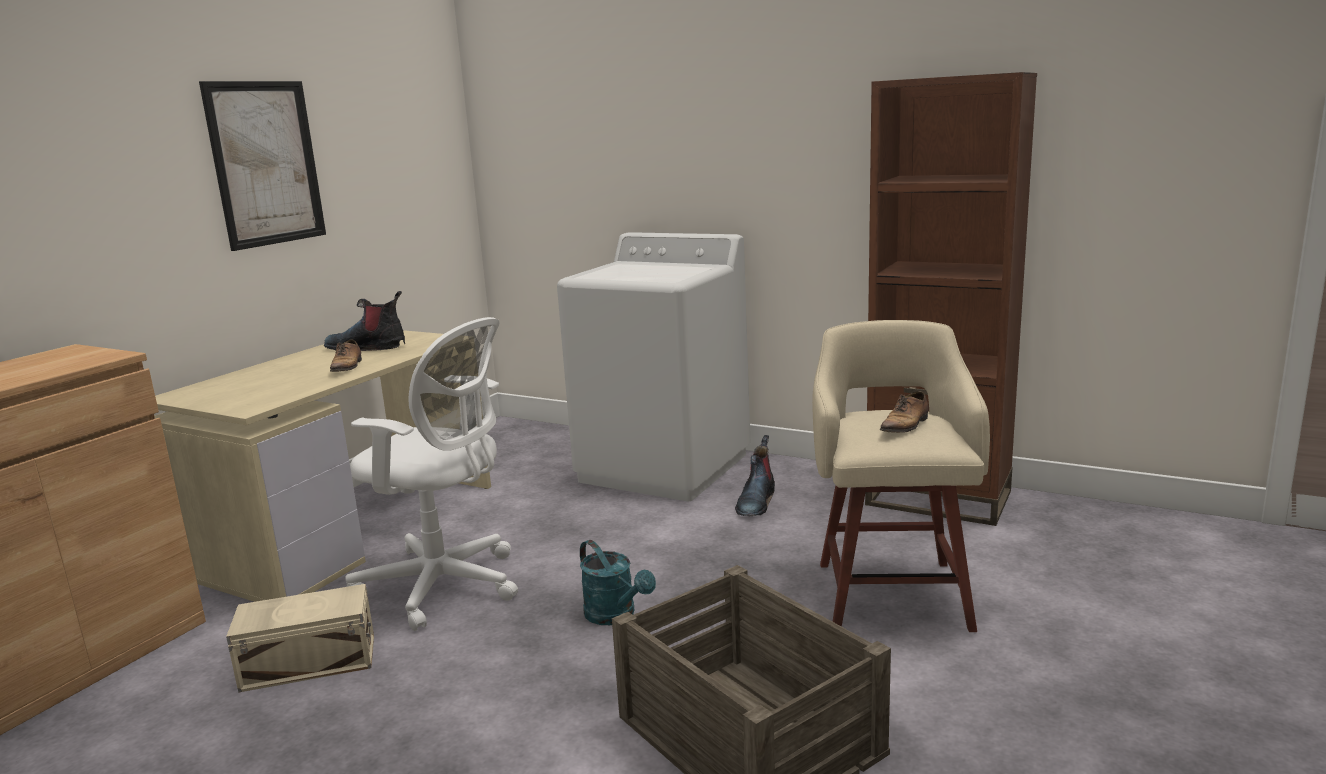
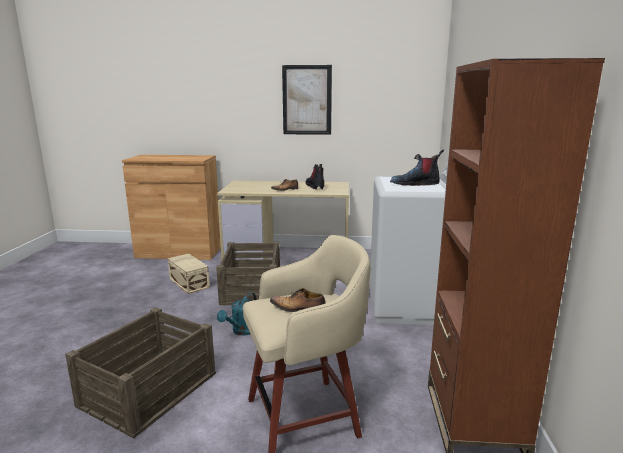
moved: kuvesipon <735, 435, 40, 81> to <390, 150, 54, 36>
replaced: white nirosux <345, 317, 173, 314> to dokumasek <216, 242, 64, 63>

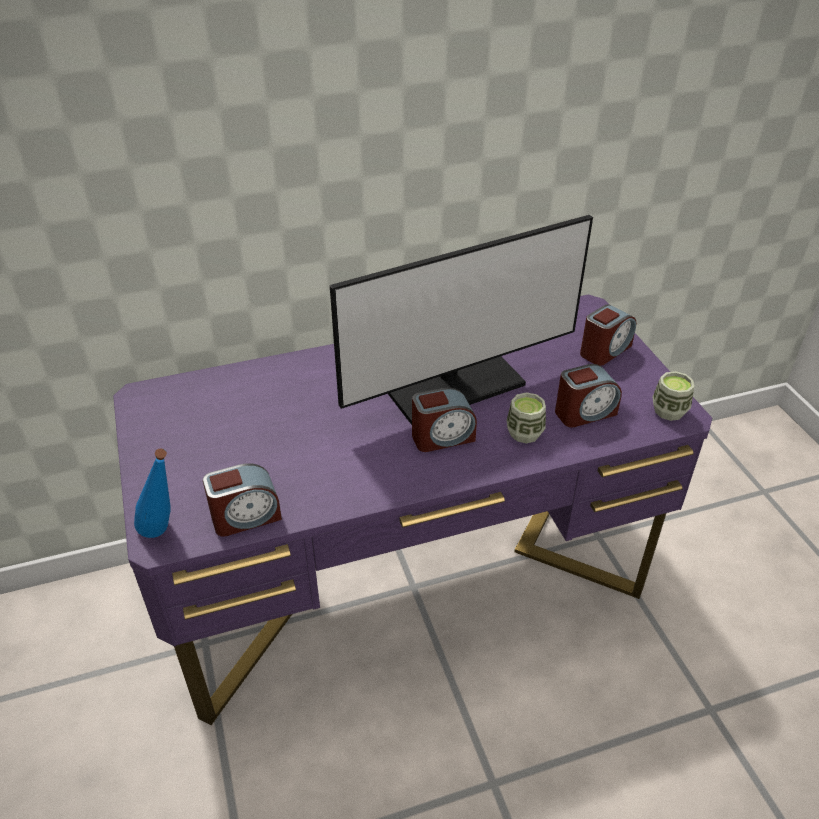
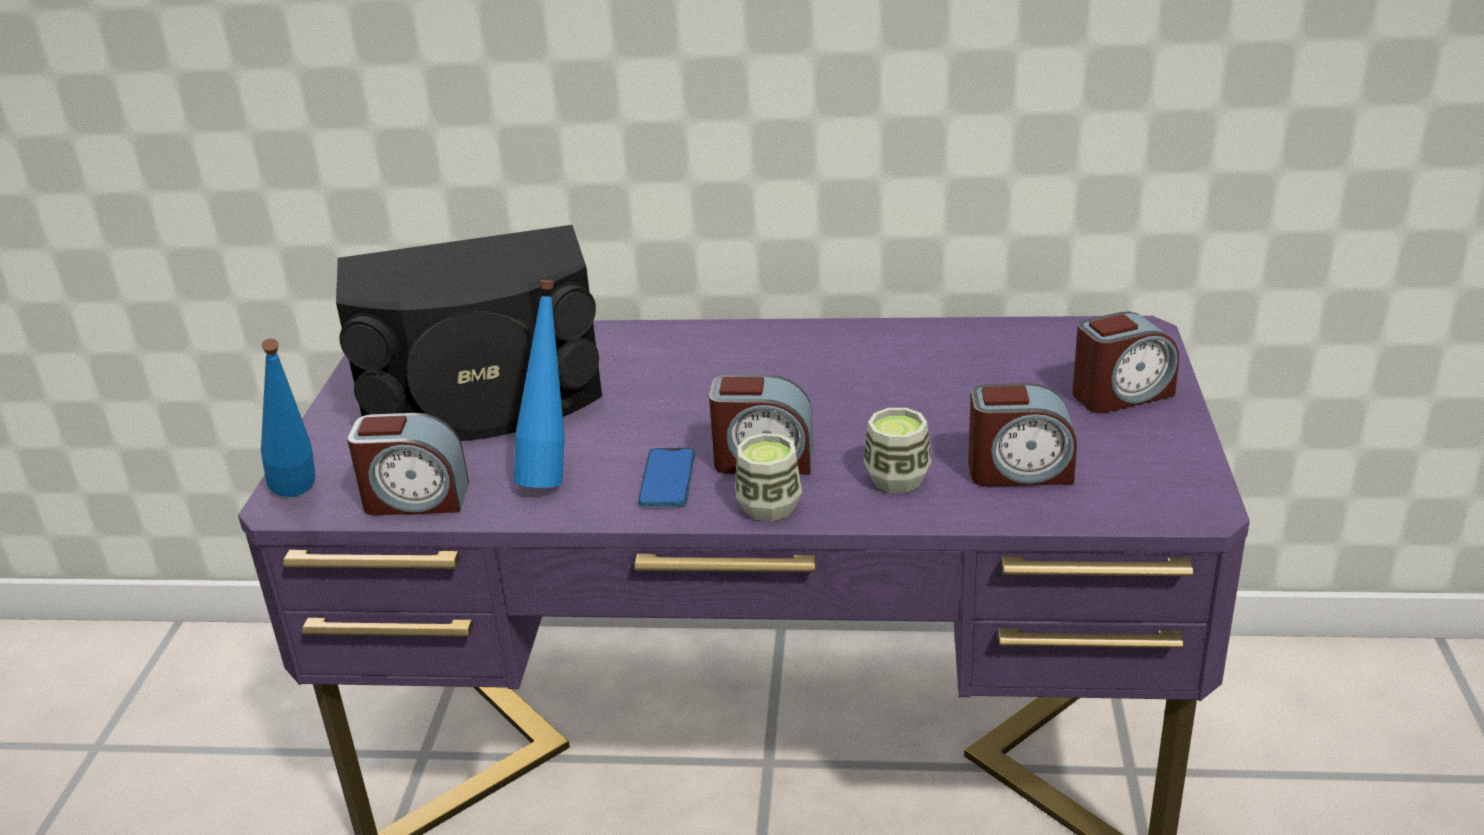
removed: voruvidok <330, 215, 263, 210>
added: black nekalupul <336, 225, 266, 216>; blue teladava <514, 280, 51, 208>; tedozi <638, 448, 57, 59>
moved: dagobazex <653, 371, 41, 50> to <735, 433, 67, 88>

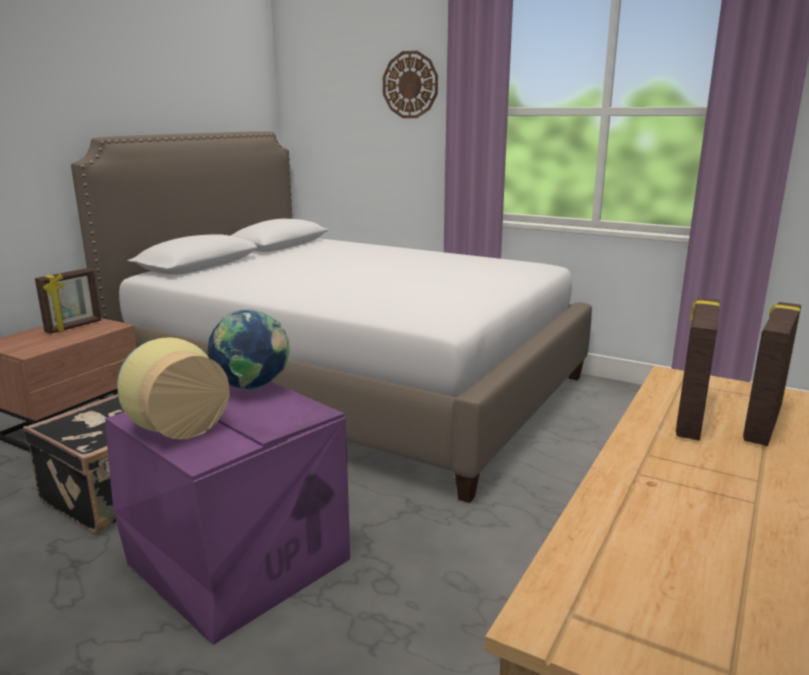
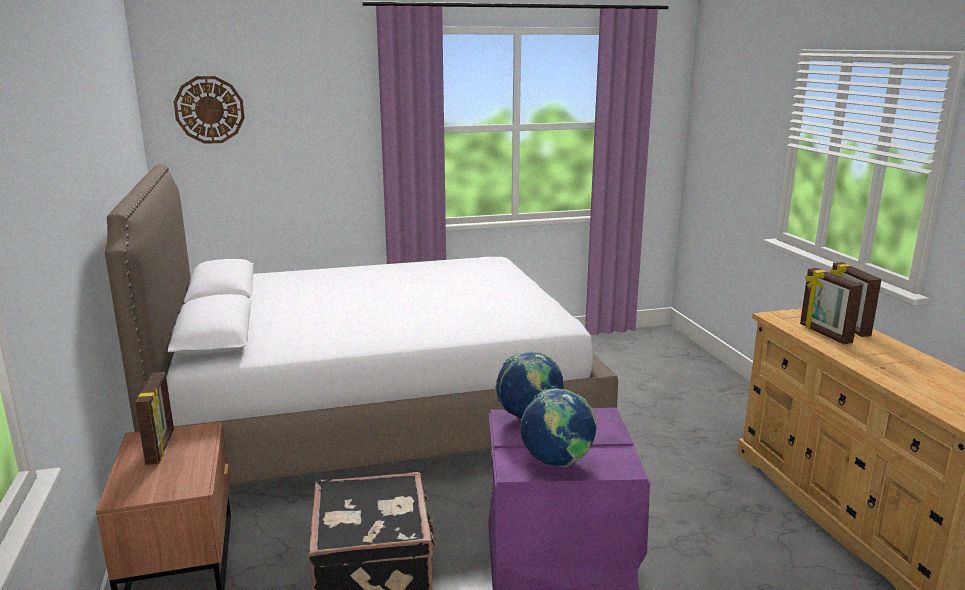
moved: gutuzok <383, 51, 55, 67> to <174, 76, 71, 68>
replaced: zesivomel <117, 338, 113, 101> to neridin <521, 388, 76, 79>

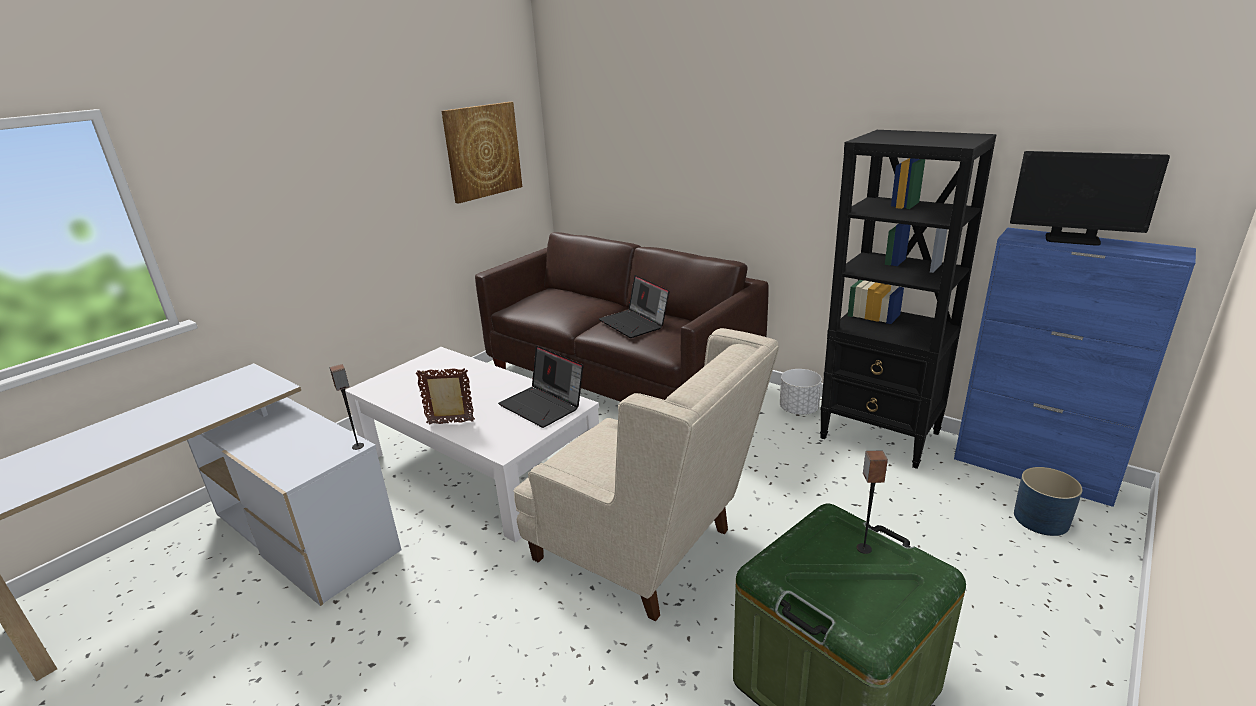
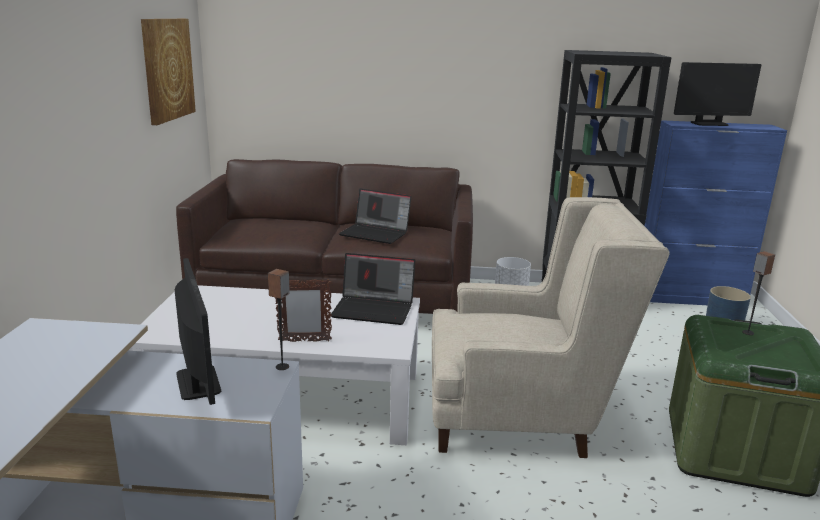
added: voruvidok <175, 258, 46, 147>
turned: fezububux <416, 368, 59, 57> = <275, 278, 57, 64> 150 degrees counterclockwise

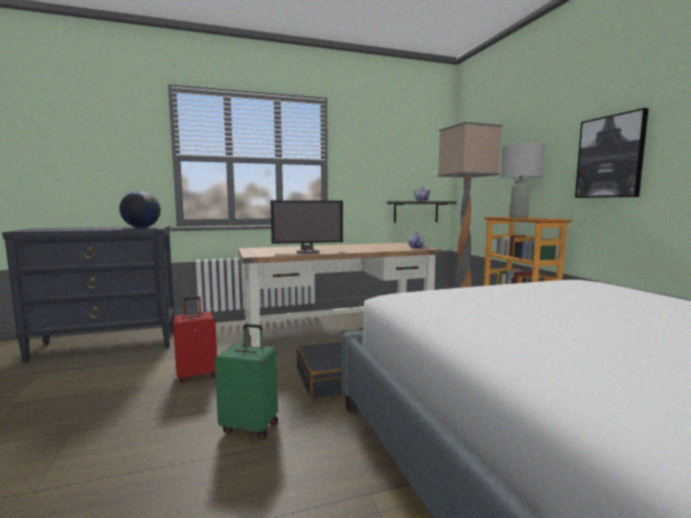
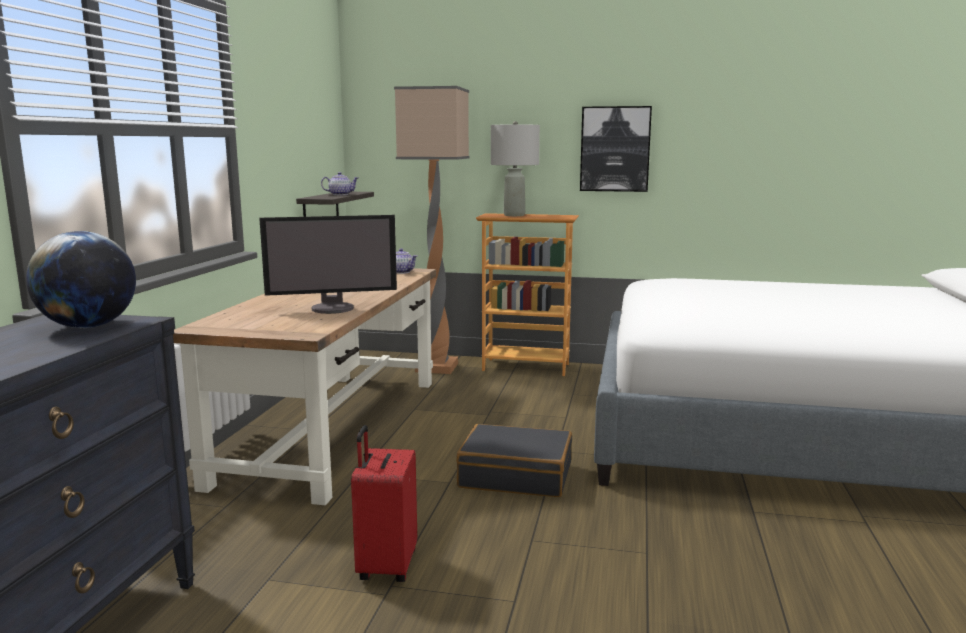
removed: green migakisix <215, 324, 63, 115>
turned: voruvidok <271, 200, 72, 54> = <259, 215, 138, 99> 60 degrees clockwise

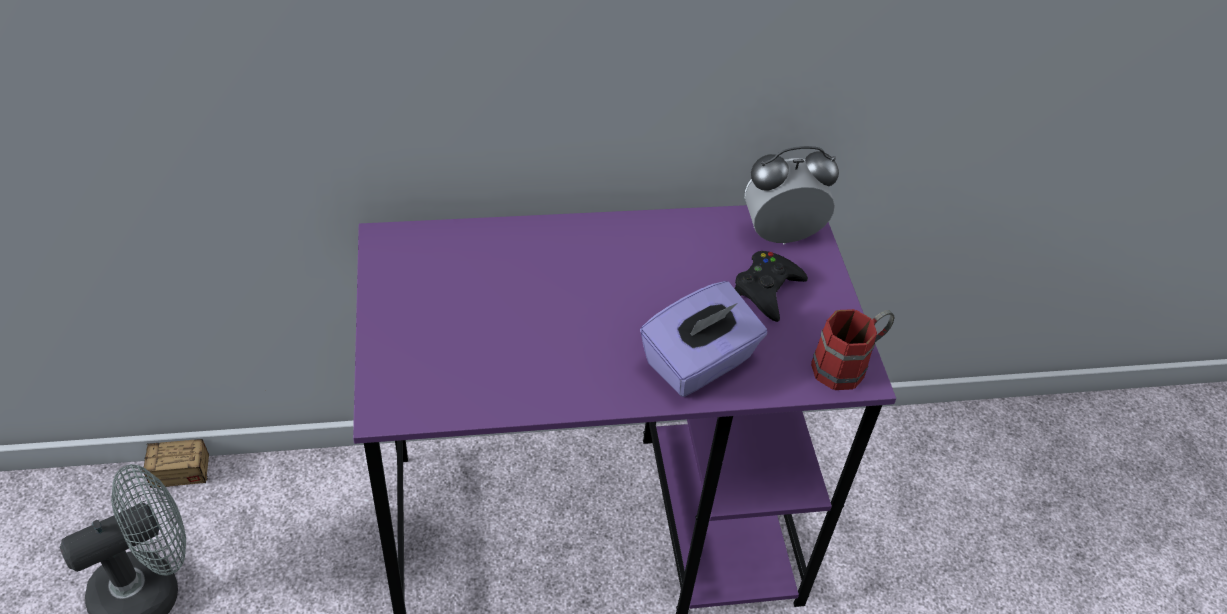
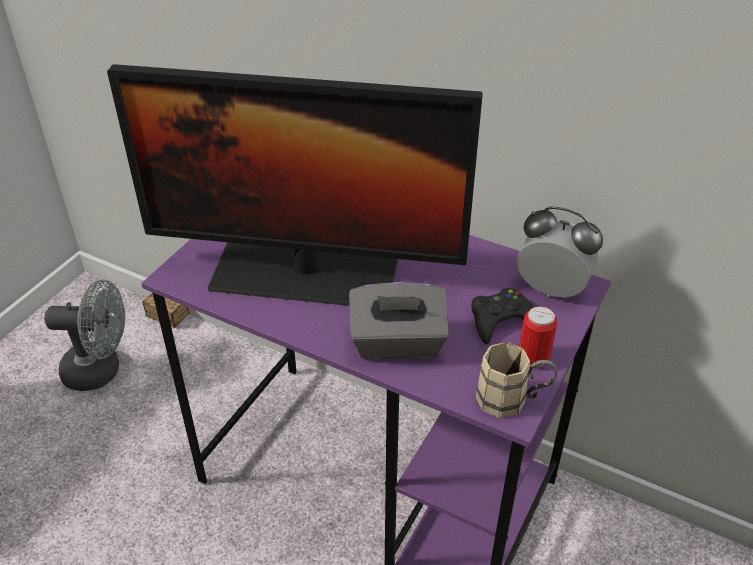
added: voruvidok <107, 64, 376, 242>; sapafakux <519, 306, 38, 61>
recoloured: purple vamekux <640, 281, 127, 116> to grey vamekux <349, 282, 100, 78>; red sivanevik <811, 309, 83, 81> to beige sivanevik <476, 342, 81, 76>

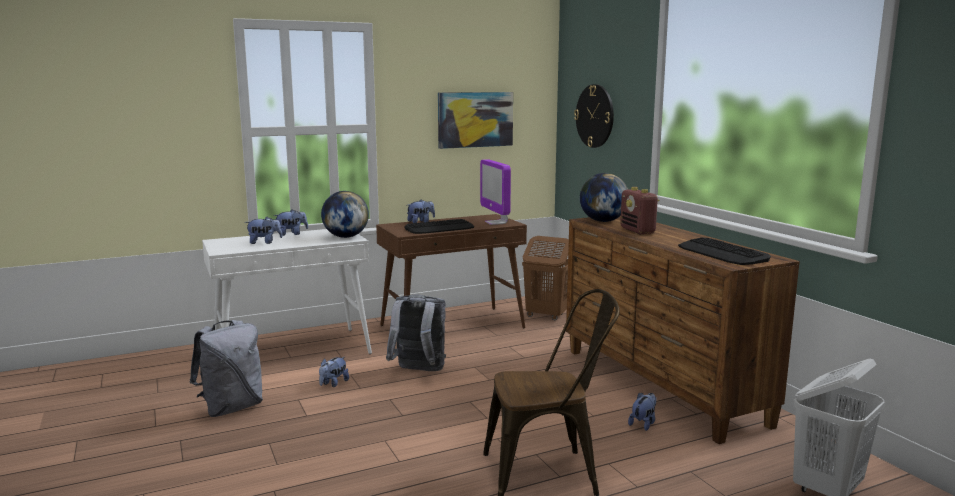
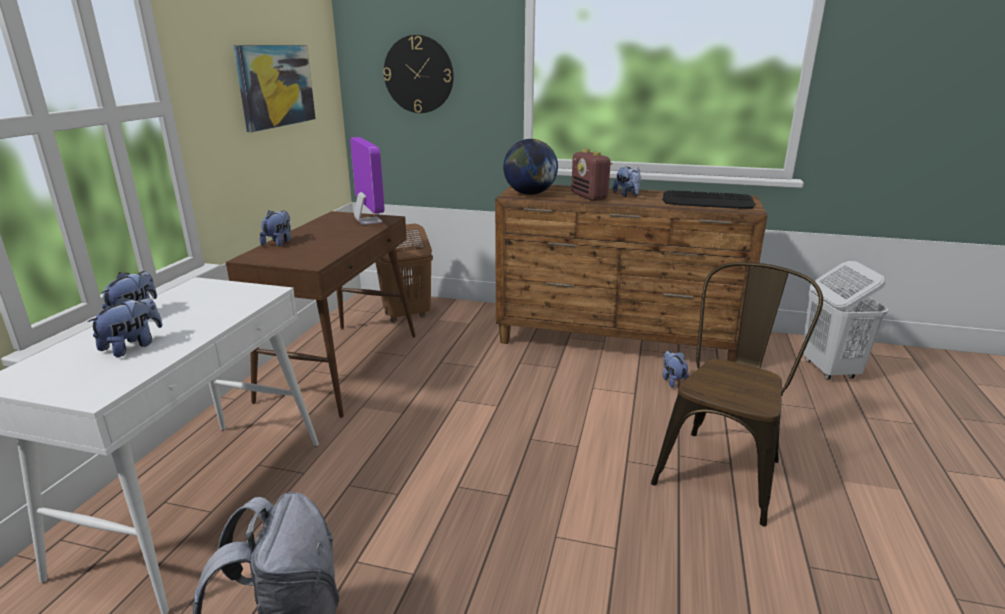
removed: neridin <321, 191, 48, 47>; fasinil <404, 219, 70, 15>; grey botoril <386, 294, 60, 77>
moved: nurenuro <319, 357, 30, 30> to <613, 167, 28, 30>
turned: voruvidok <480, 159, 31, 66> = <350, 137, 35, 88> 135 degrees counterclockwise; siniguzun <620, 187, 40, 47> = <571, 149, 42, 52> 45 degrees clockwise

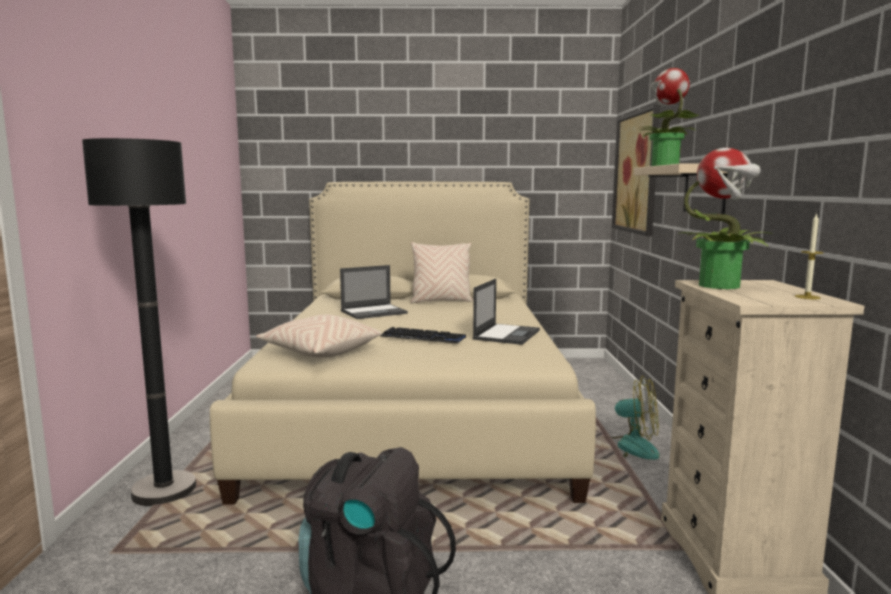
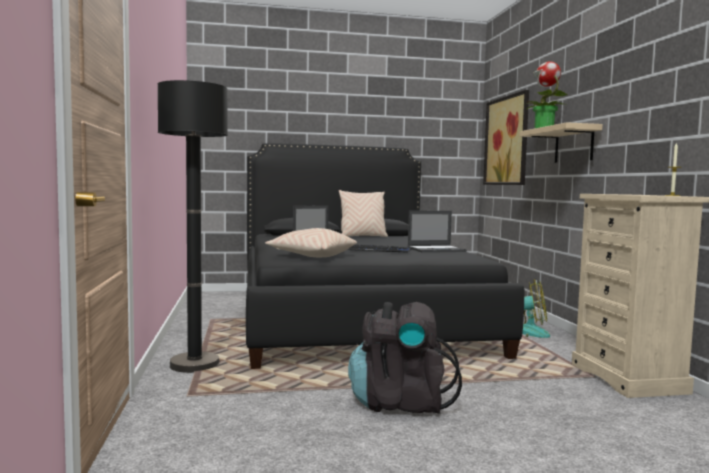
removed: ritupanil <678, 148, 95, 141>
recoloured: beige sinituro <210, 182, 386, 322> to black sinituro <246, 143, 278, 226>
turned: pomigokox <473, 279, 67, 66> = <408, 210, 59, 43> 60 degrees clockwise

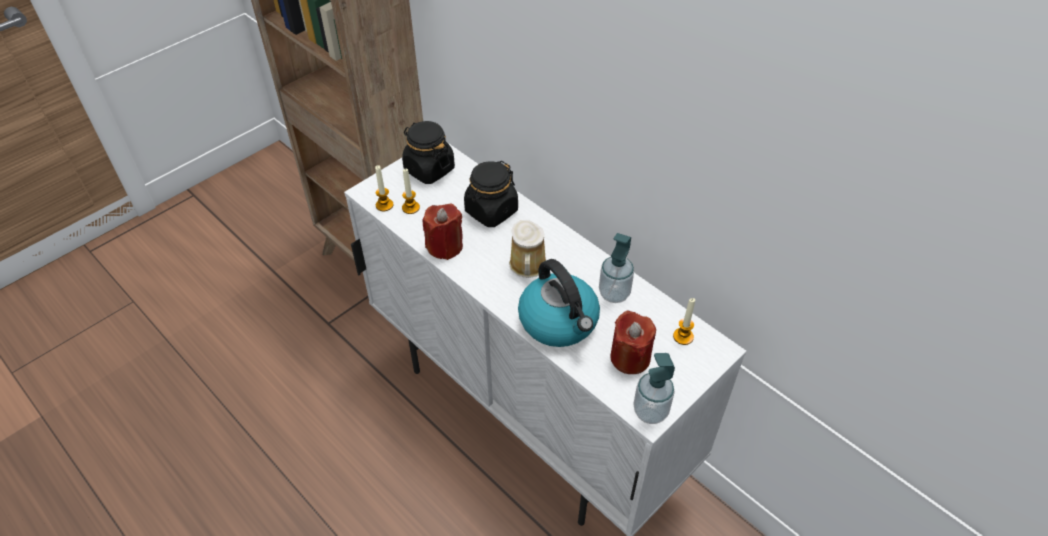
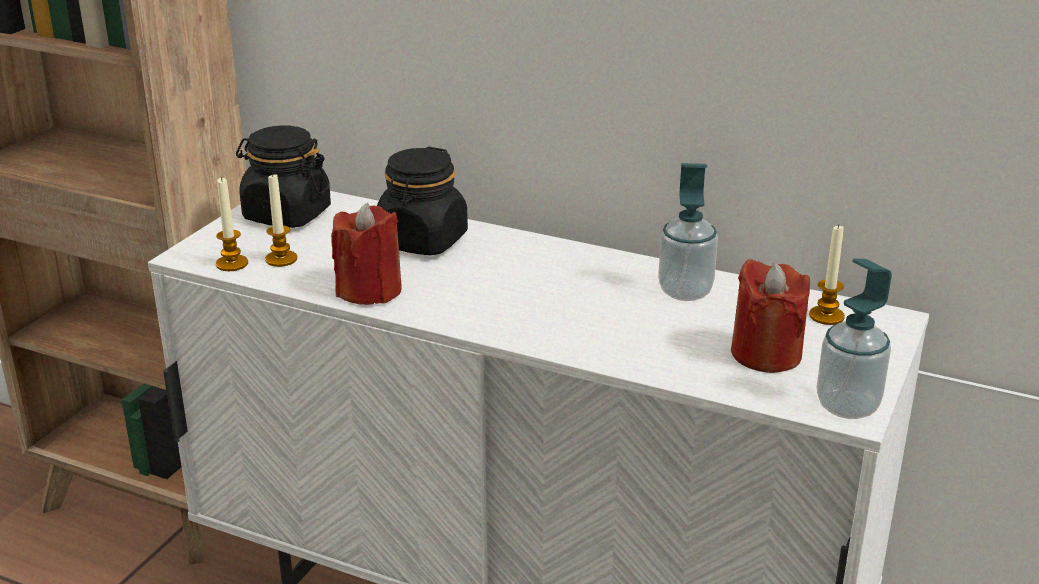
removed: sivanevik <509, 220, 37, 58>; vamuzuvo <518, 259, 82, 88>

